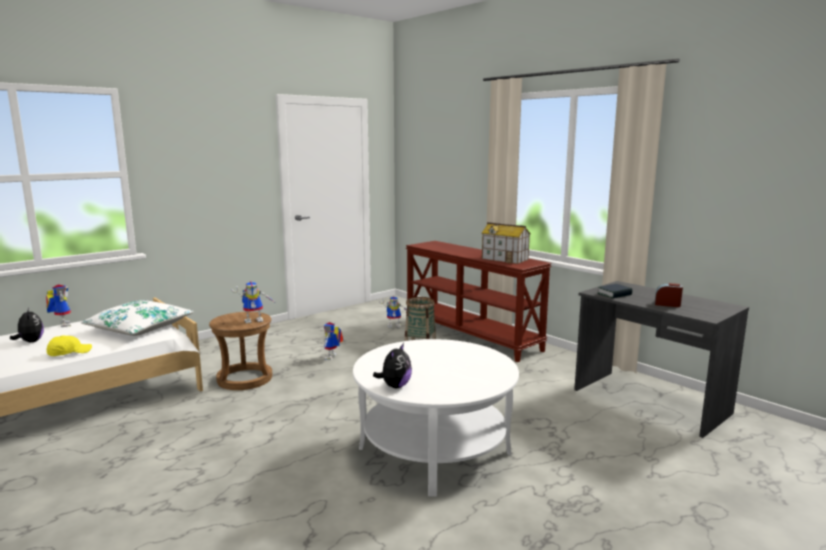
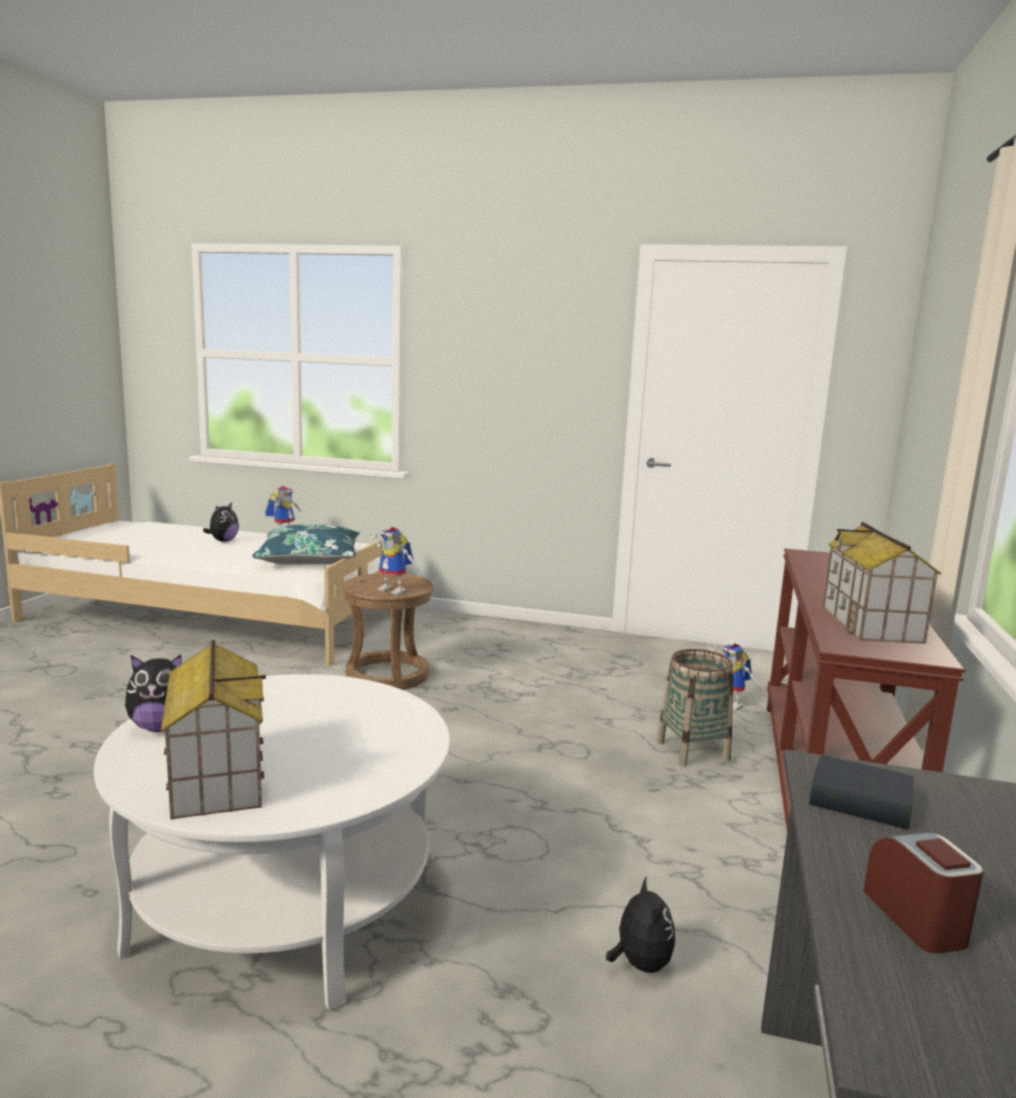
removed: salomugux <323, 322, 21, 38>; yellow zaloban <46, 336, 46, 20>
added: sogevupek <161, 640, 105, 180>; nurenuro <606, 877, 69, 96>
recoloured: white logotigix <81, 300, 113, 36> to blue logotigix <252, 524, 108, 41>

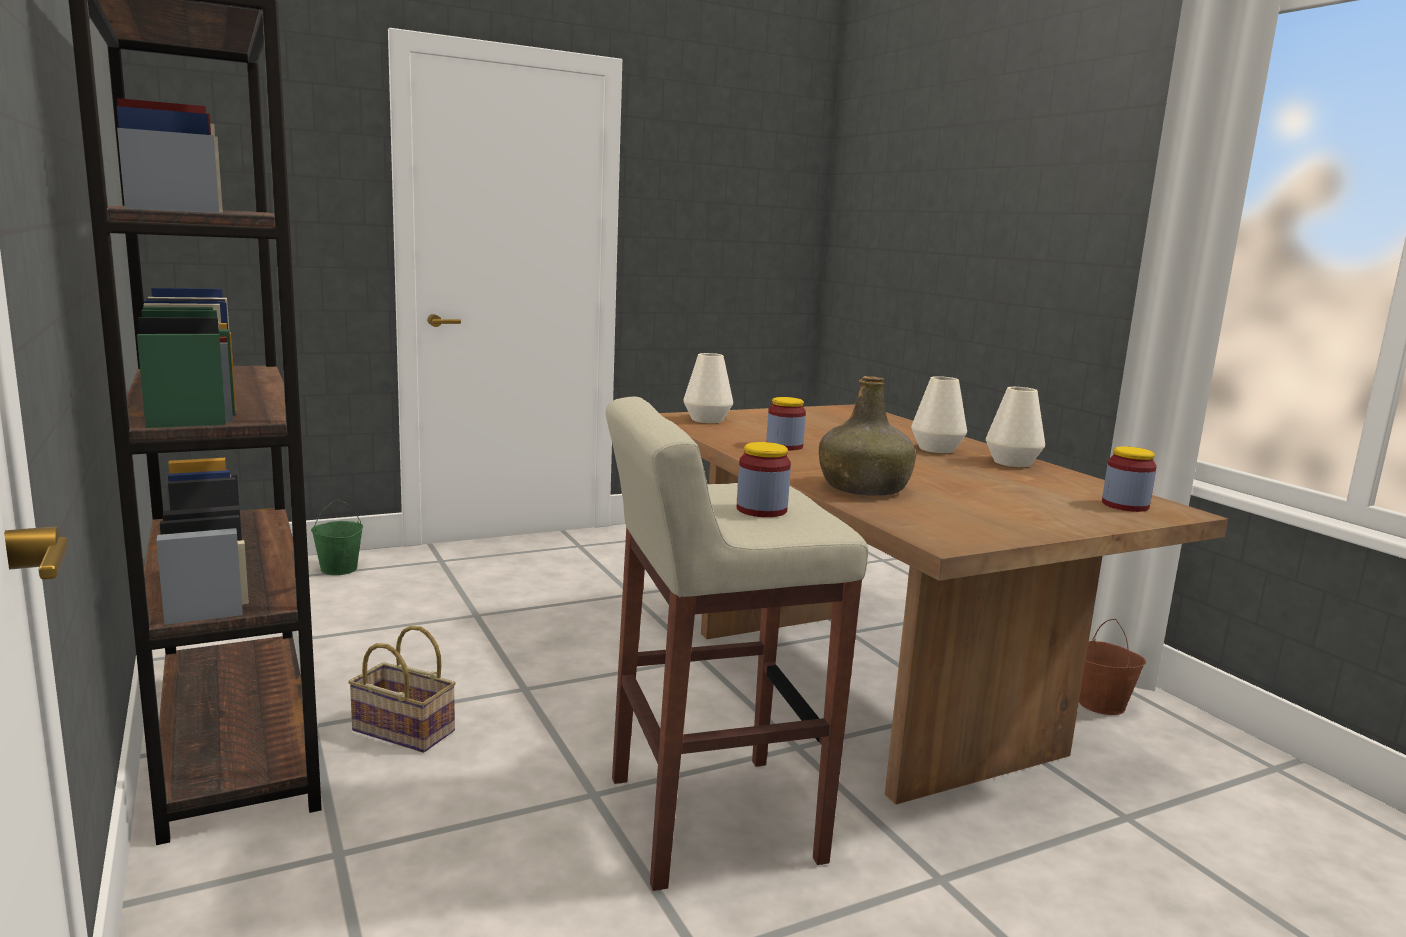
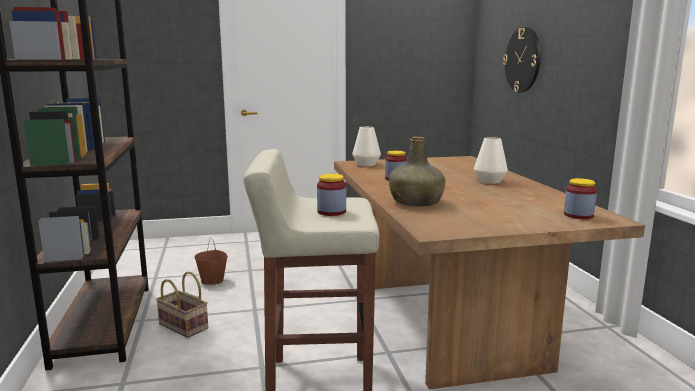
removed: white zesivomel <986, 387, 59, 80>; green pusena <311, 499, 52, 76>
added: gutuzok <503, 27, 38, 66>
moved: brown pusena <1079, 619, 67, 96> to <194, 238, 34, 47>

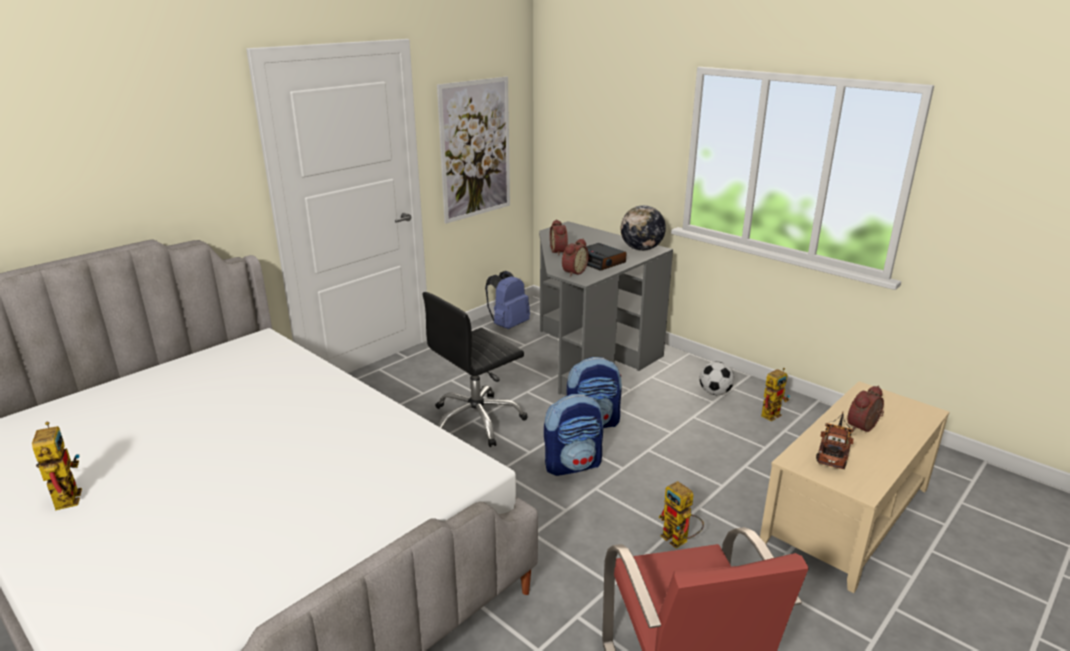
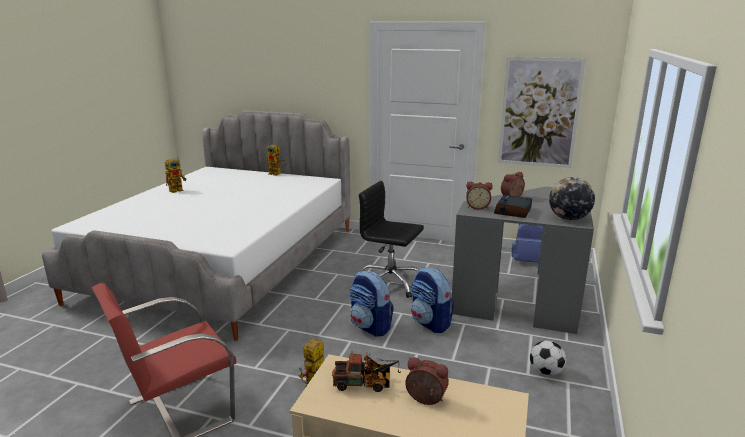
moved: salomugux <761, 368, 29, 53> to <266, 145, 21, 31>

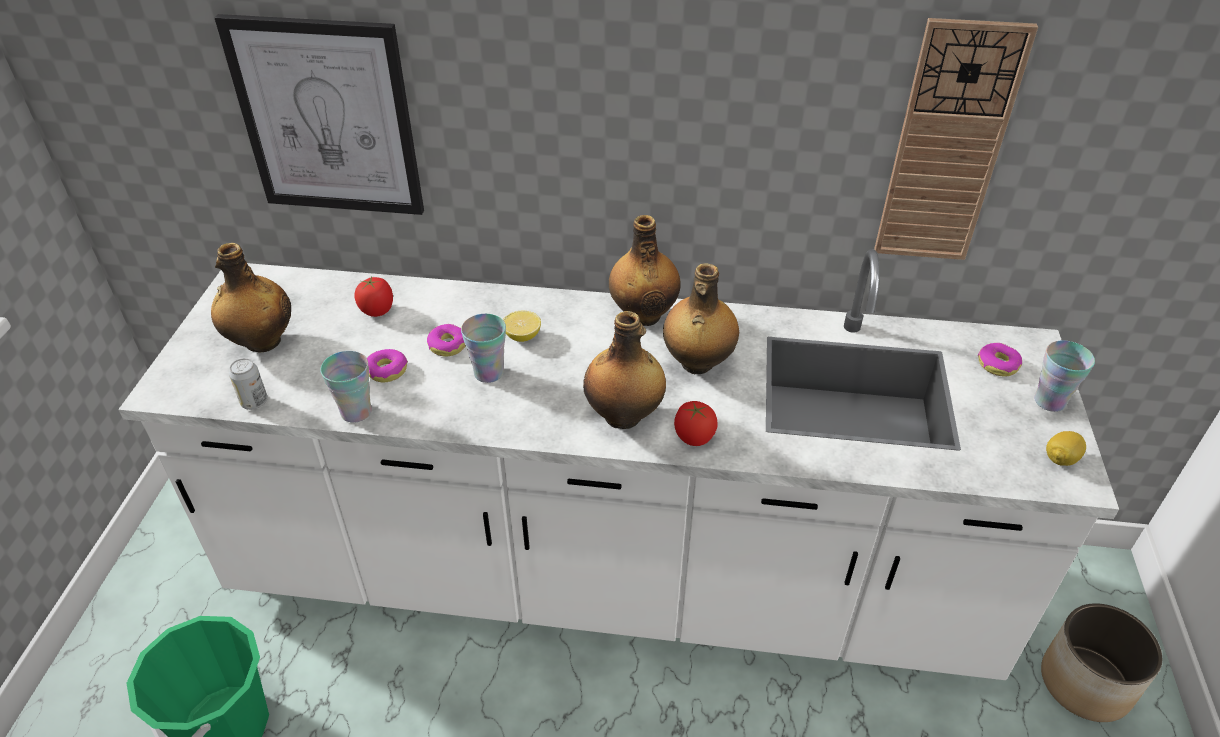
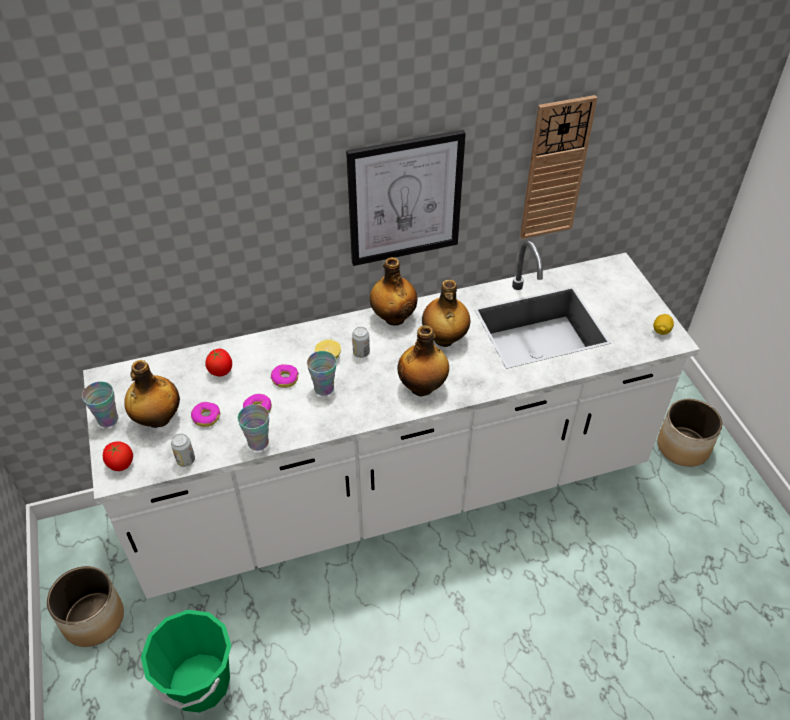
added: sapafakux <352, 327, 18, 31>; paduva <47, 566, 77, 81>
moved: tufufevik <215, 14, 209, 201> to <346, 130, 120, 136>; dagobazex <1034, 340, 61, 72> to <82, 382, 36, 45>; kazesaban <978, 343, 44, 34> to <191, 402, 29, 25>; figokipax <674, 401, 44, 45> to <103, 441, 30, 30>

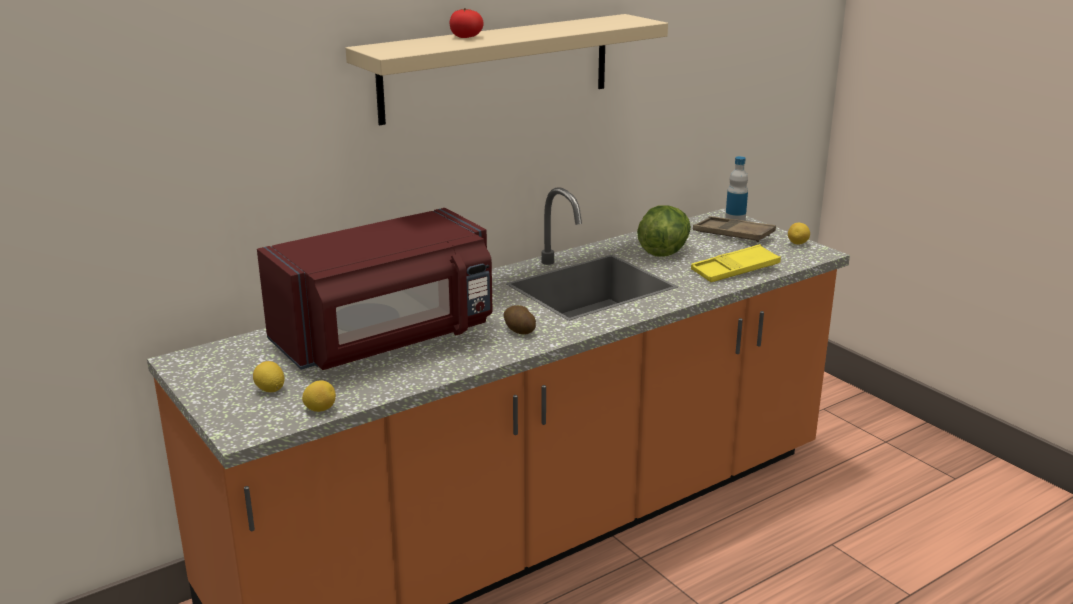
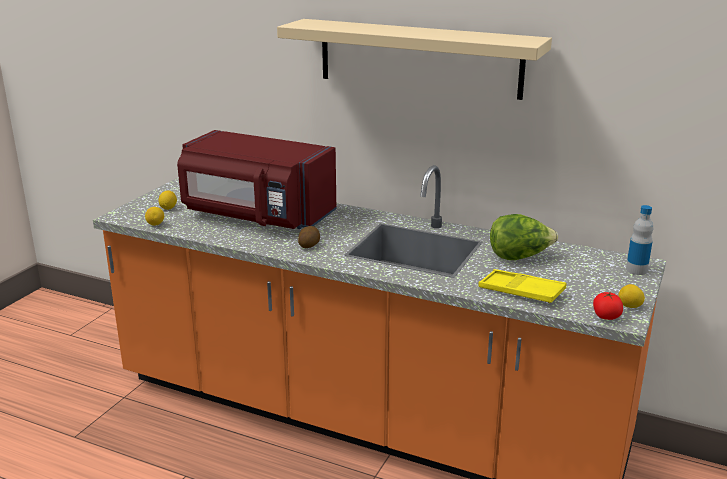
removed: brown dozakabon <693, 216, 83, 26>
moved: figokipax <449, 8, 35, 30> to <593, 292, 30, 28>

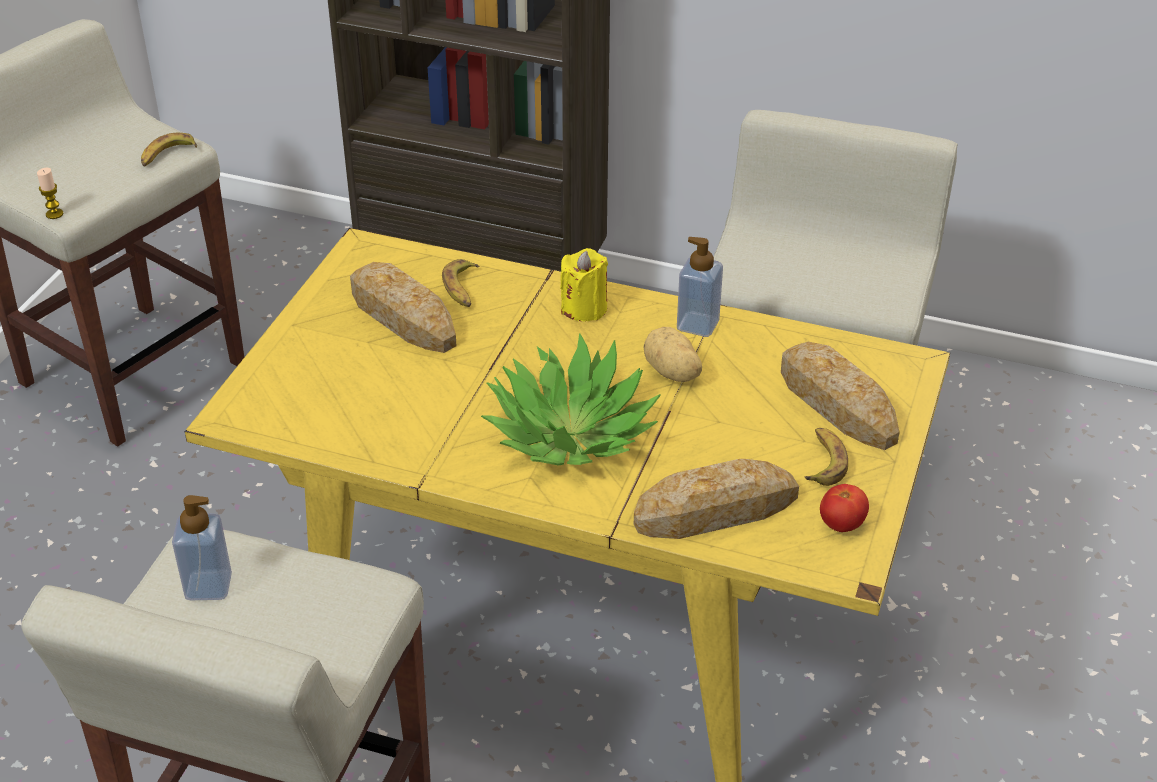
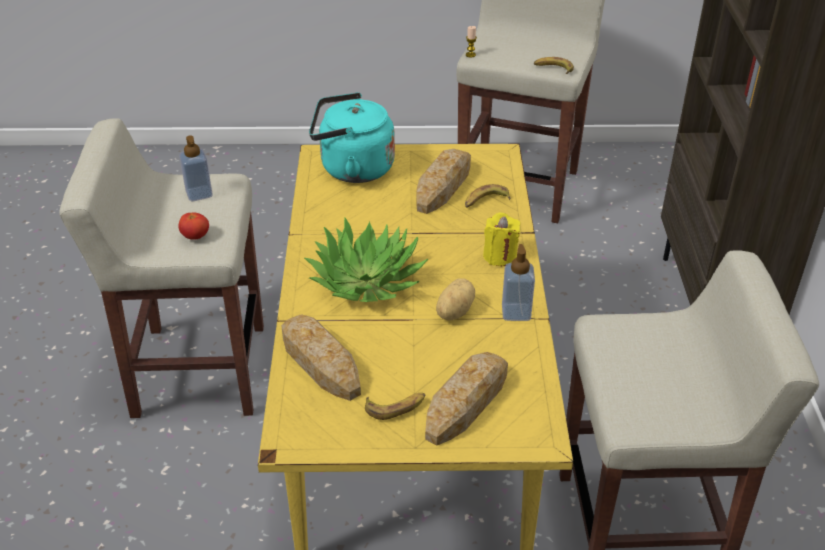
added: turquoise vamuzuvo <309, 92, 86, 91>
moved: figokipax <820, 484, 49, 48> to <179, 213, 30, 27>

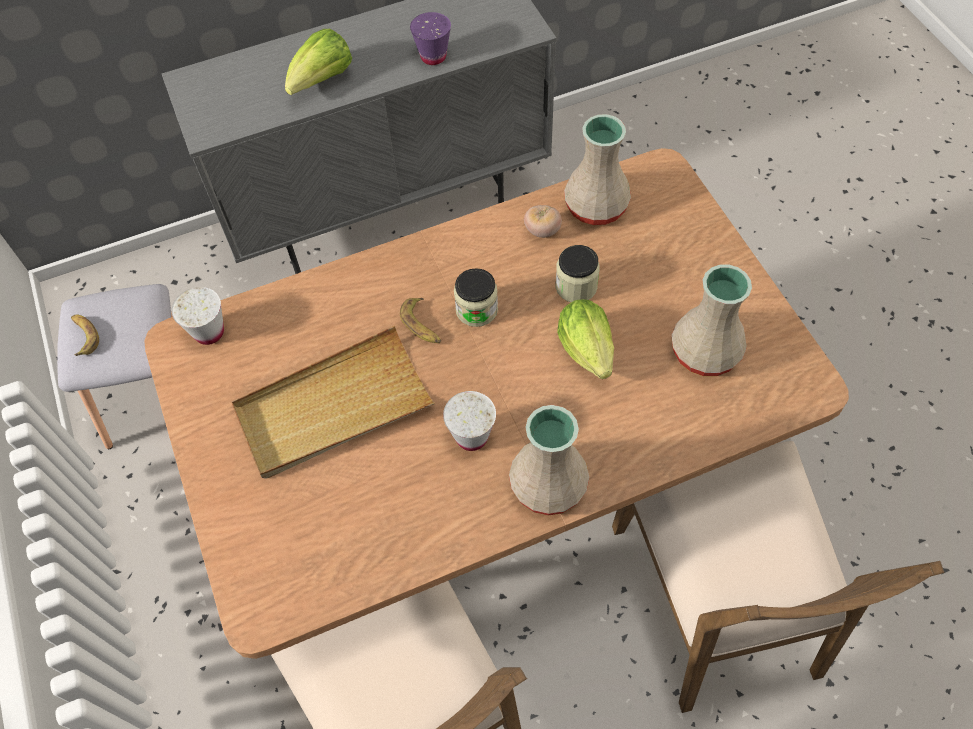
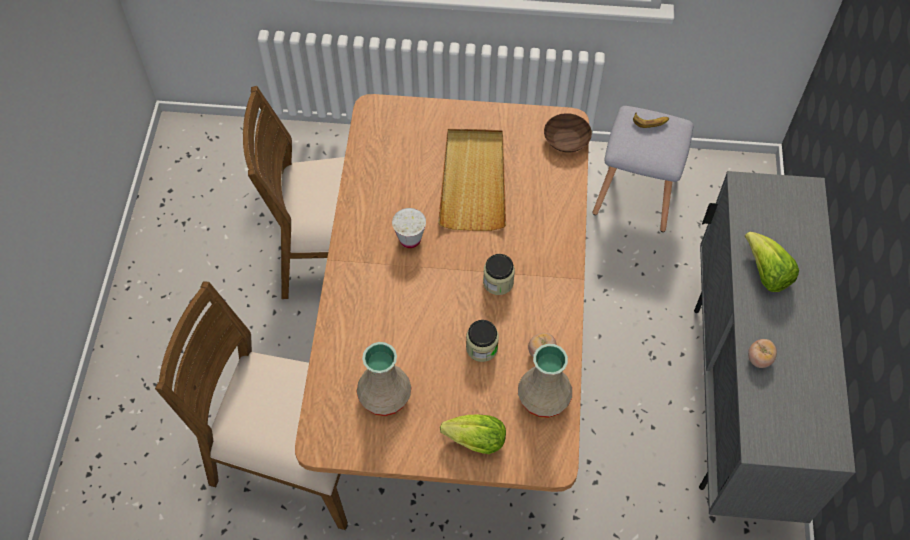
removed: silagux <400, 298, 41, 45>; beige zesivomel <509, 405, 80, 111>
moved: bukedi <557, 299, 57, 80> to <440, 414, 66, 40>
replaced: purple dagobazex <410, 12, 41, 53> to figokipax <748, 339, 29, 29>; white dagobazex <172, 287, 52, 58> to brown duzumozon <544, 113, 48, 40>

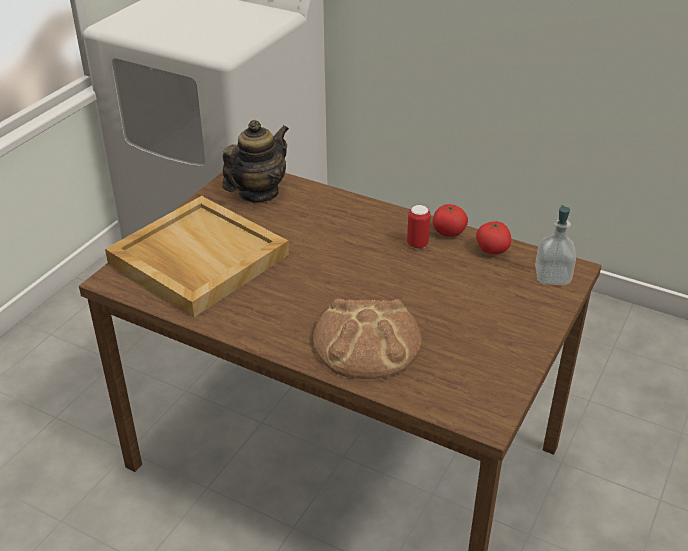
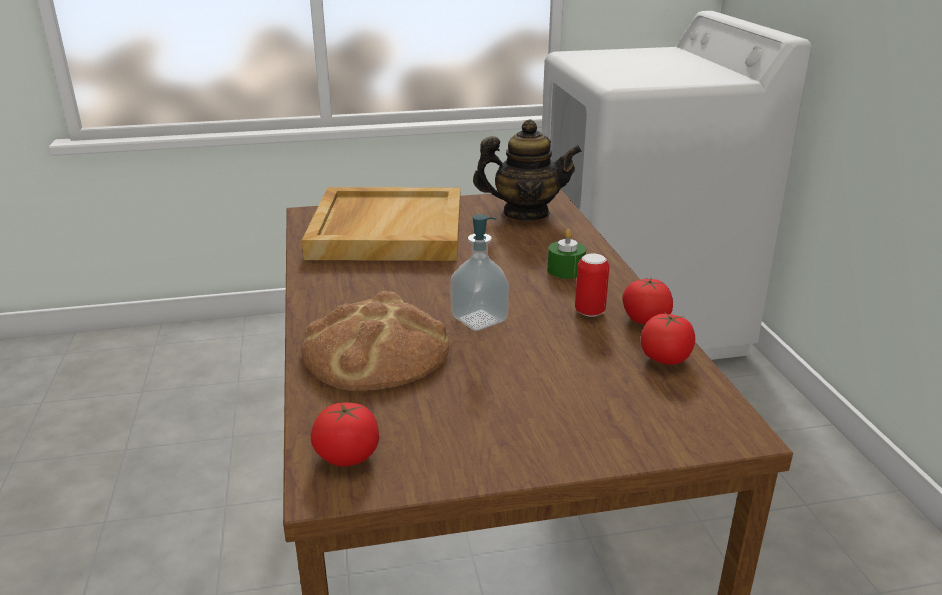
added: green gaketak <548, 229, 38, 50>; figokipax <310, 402, 69, 64>
moved: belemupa <535, 205, 41, 80> to <450, 214, 59, 117>

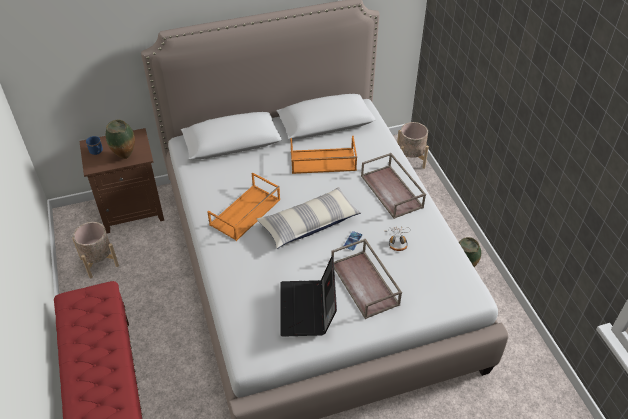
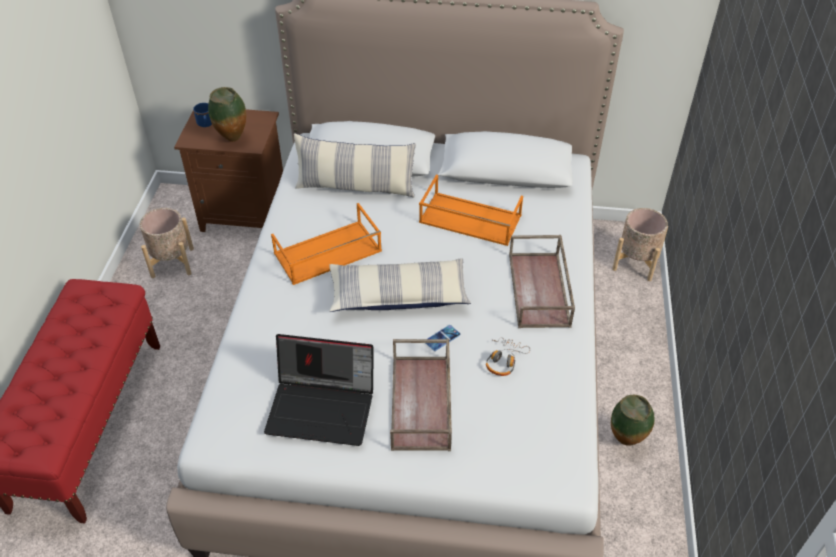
added: logotigix <294, 133, 122, 64>
turned: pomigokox <280, 256, 57, 81> = <264, 334, 110, 112> 105 degrees counterclockwise

